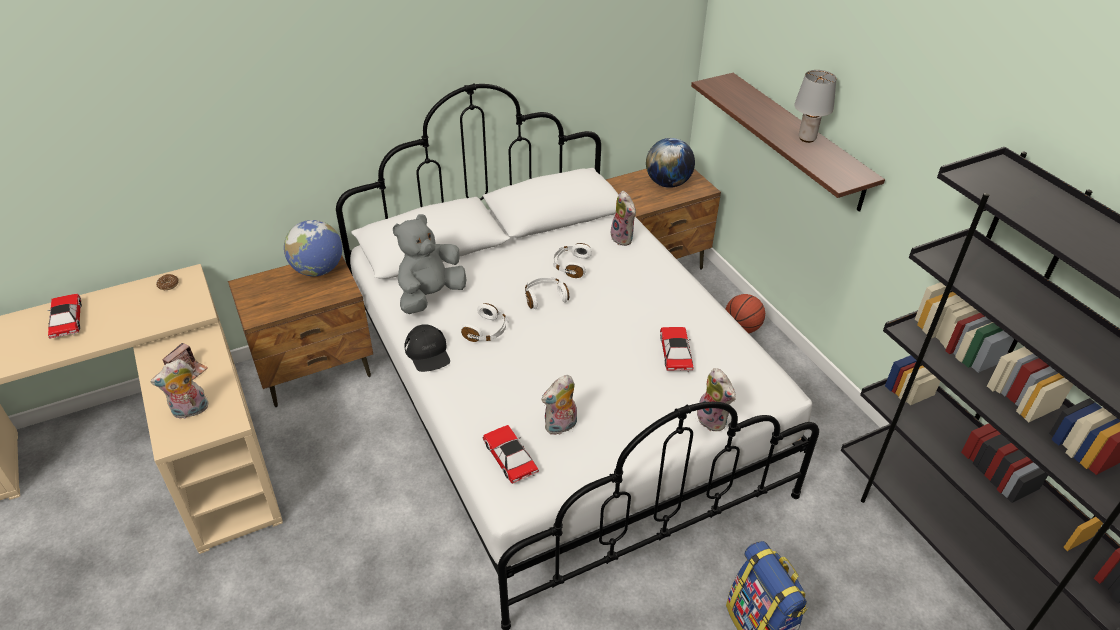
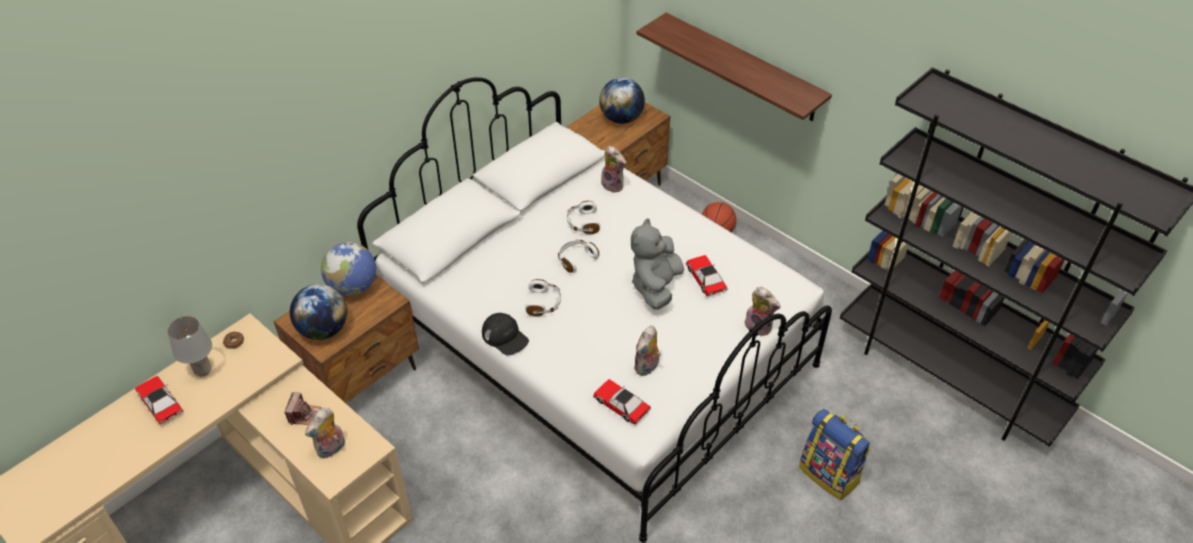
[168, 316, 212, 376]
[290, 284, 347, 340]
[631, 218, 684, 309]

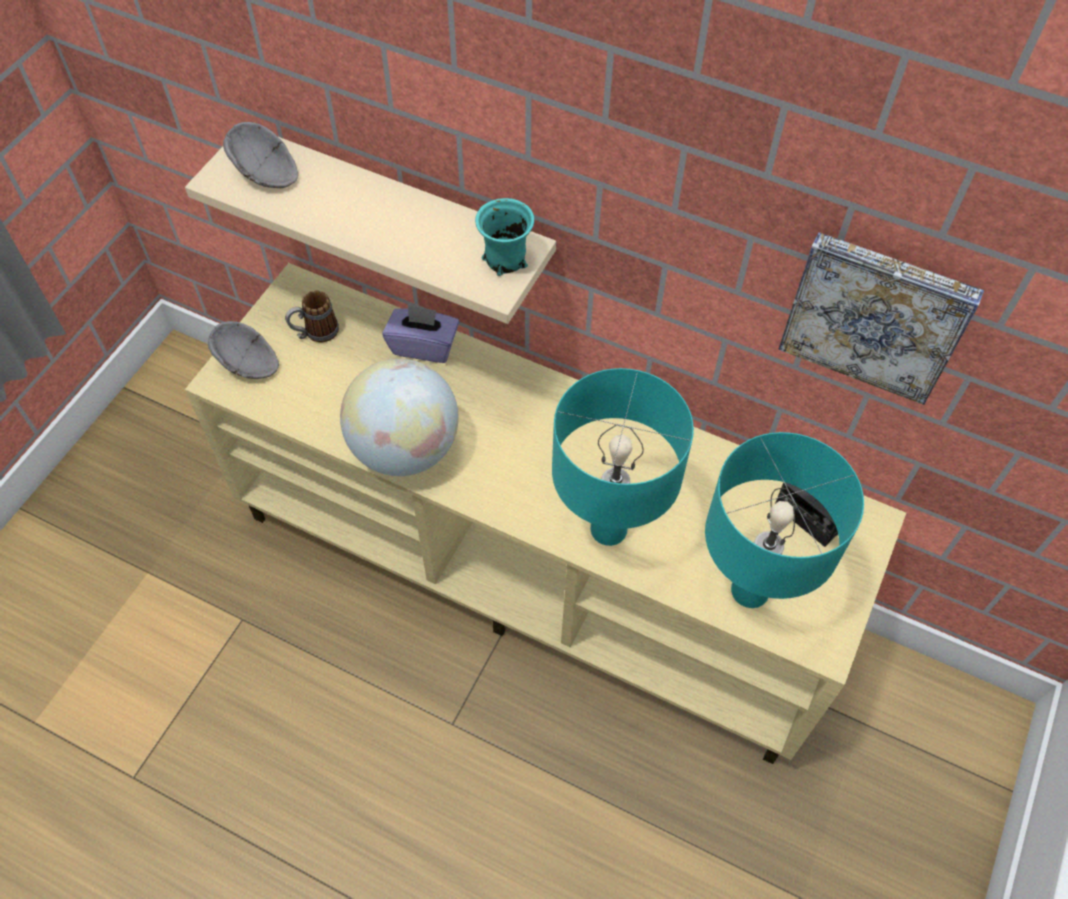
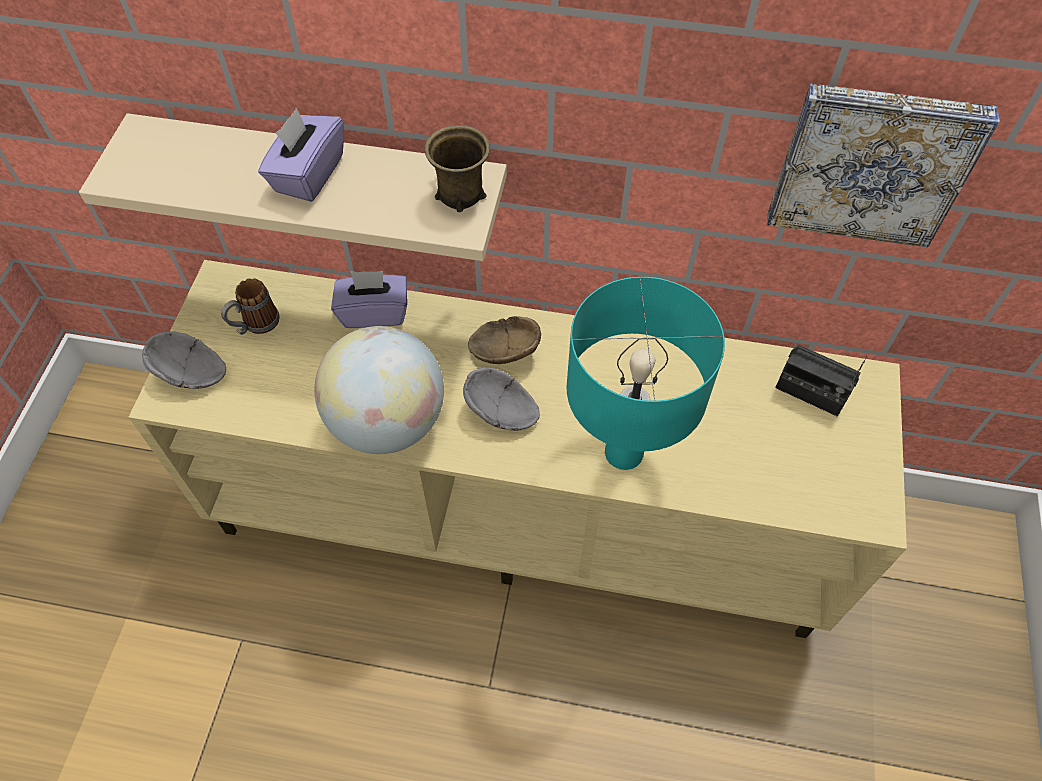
[258, 108, 344, 202]
[425, 125, 490, 212]
[463, 368, 540, 431]
[468, 316, 541, 364]
[705, 432, 864, 608] (first image)

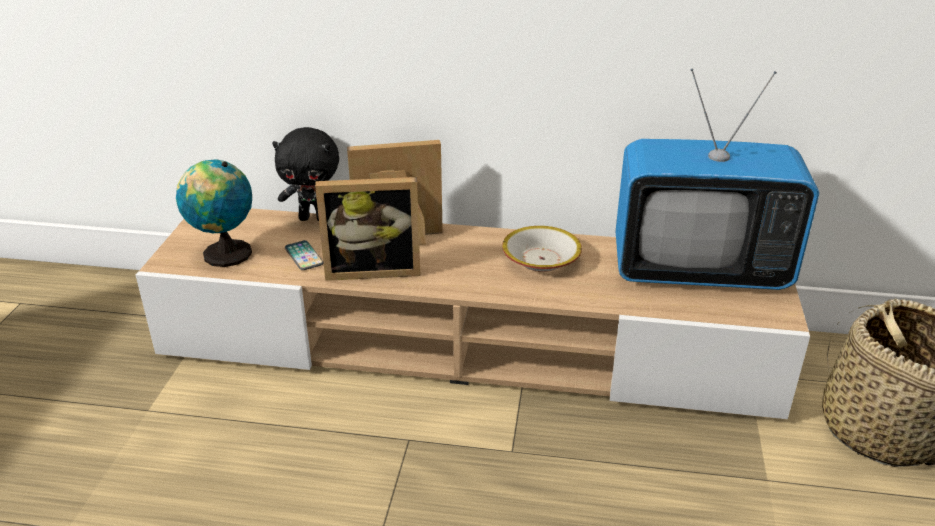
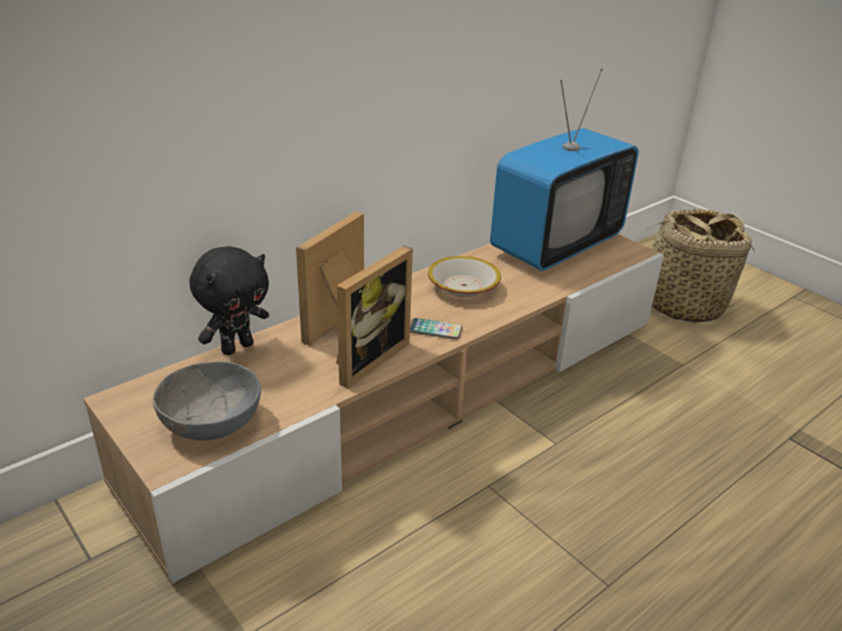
[153, 362, 261, 441]
[410, 318, 463, 339]

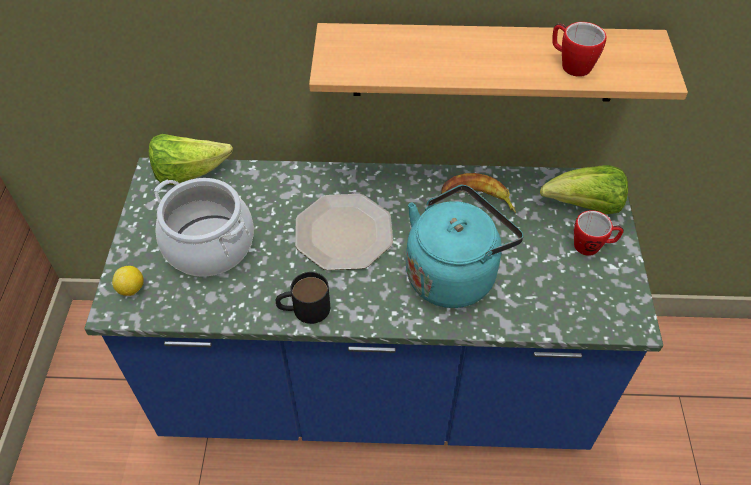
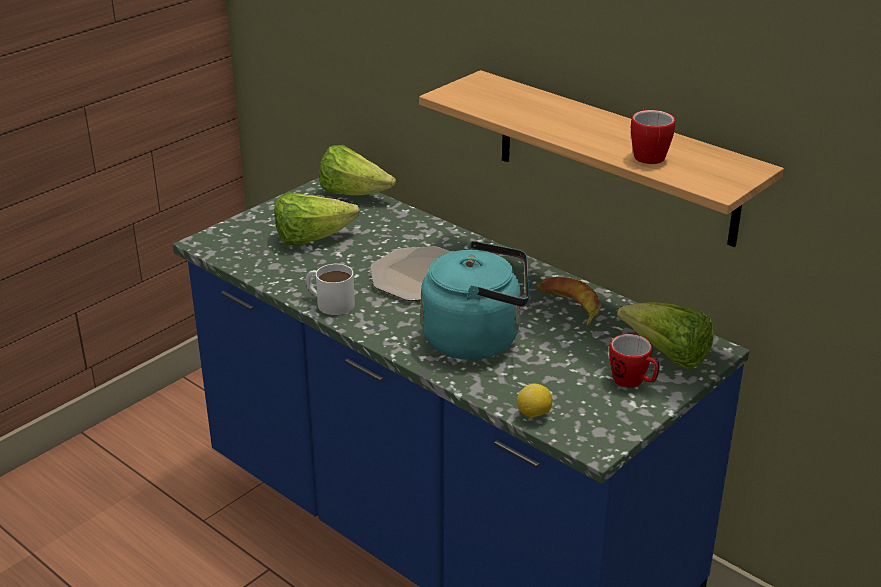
[274, 192, 360, 246]
[306, 264, 355, 315]
[517, 384, 552, 418]

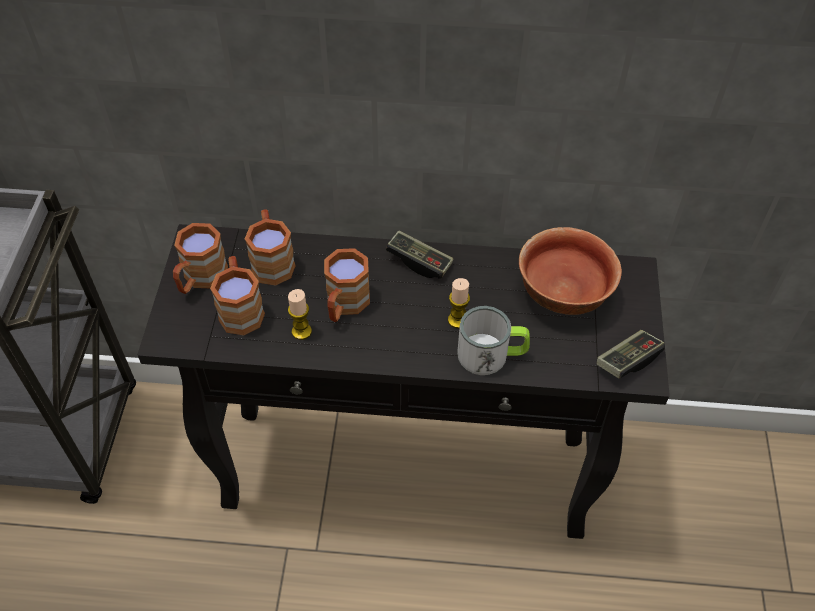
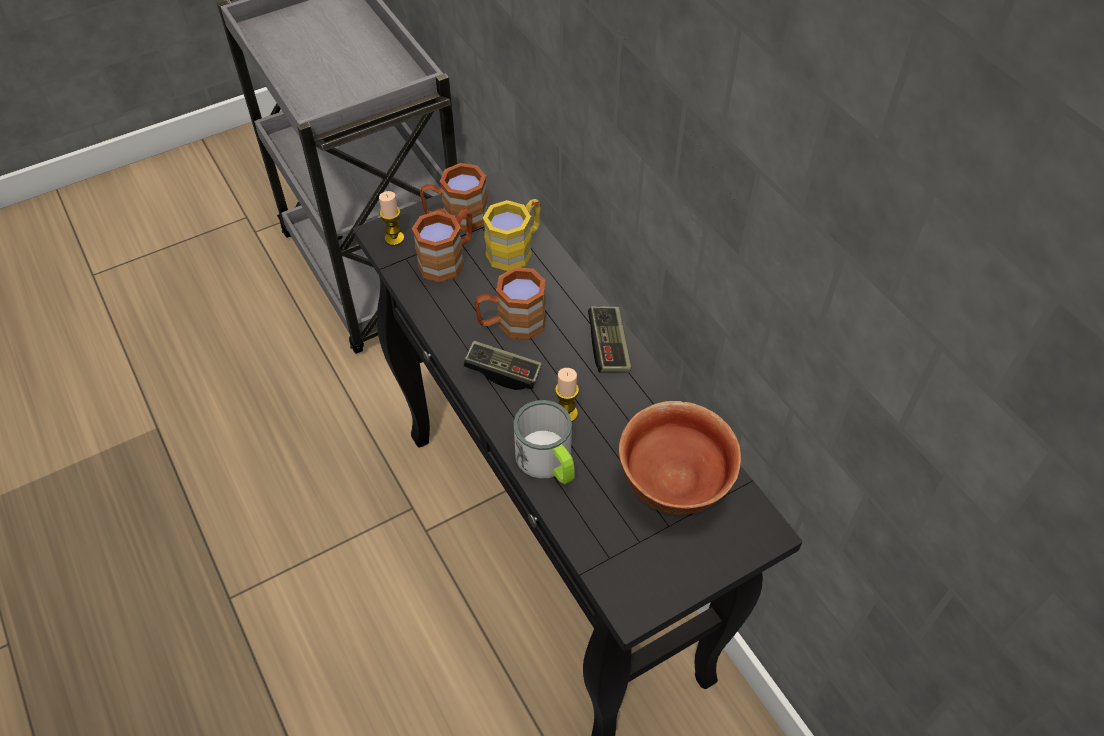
[379, 191, 405, 246]
[463, 341, 542, 390]
[483, 199, 541, 271]

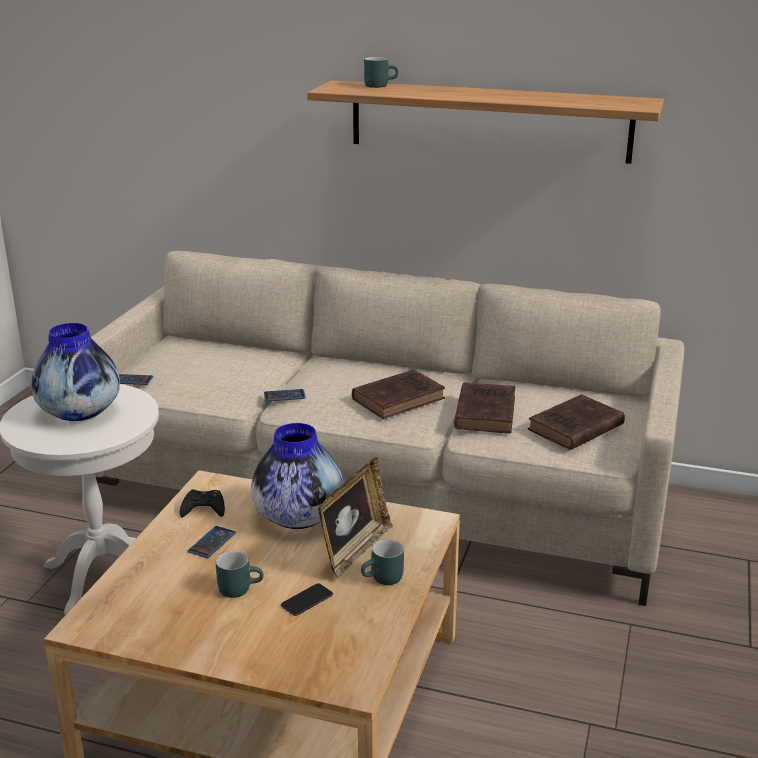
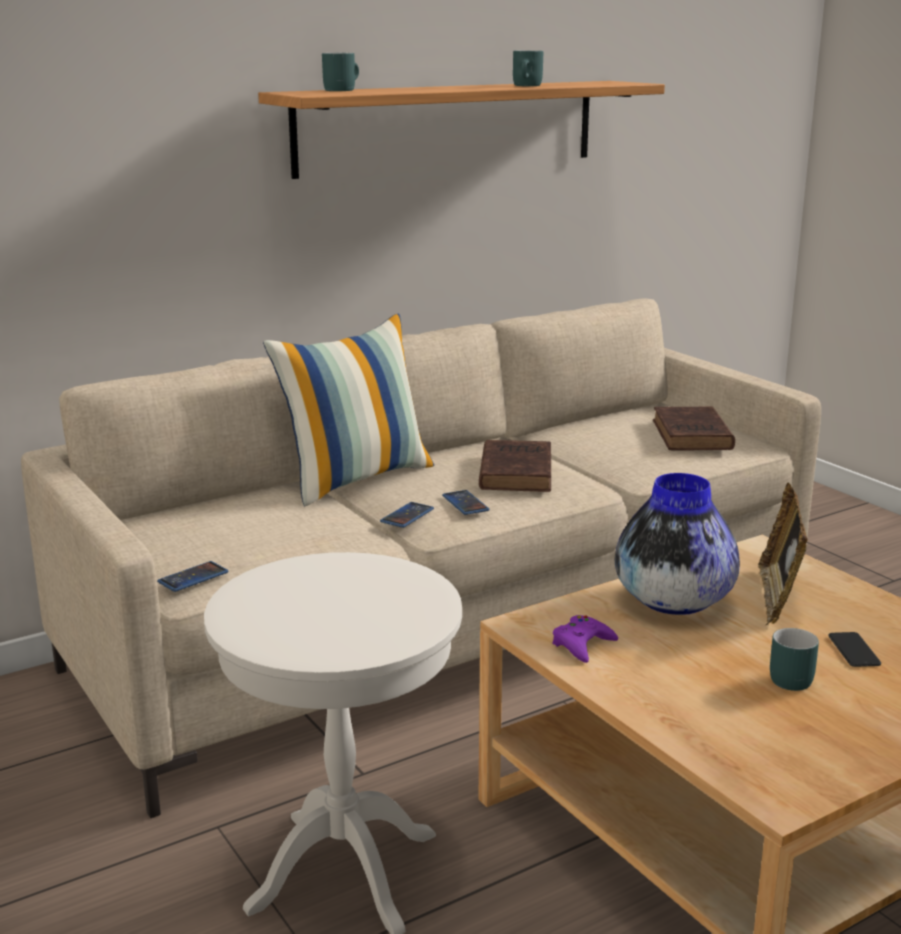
[263, 314, 434, 506]
[442, 490, 490, 515]
[513, 50, 543, 86]
[552, 615, 618, 663]
[758, 483, 808, 625]
[31, 323, 120, 421] (first image)
[454, 382, 515, 433] (first image)

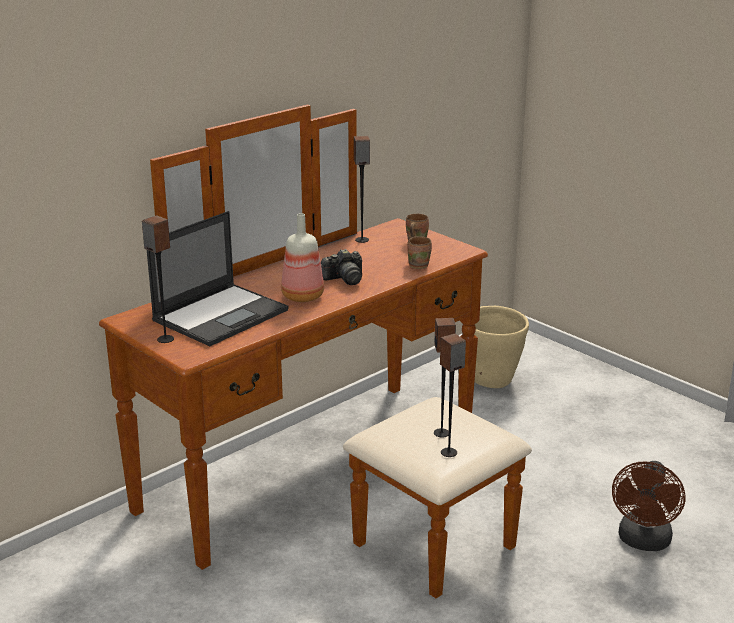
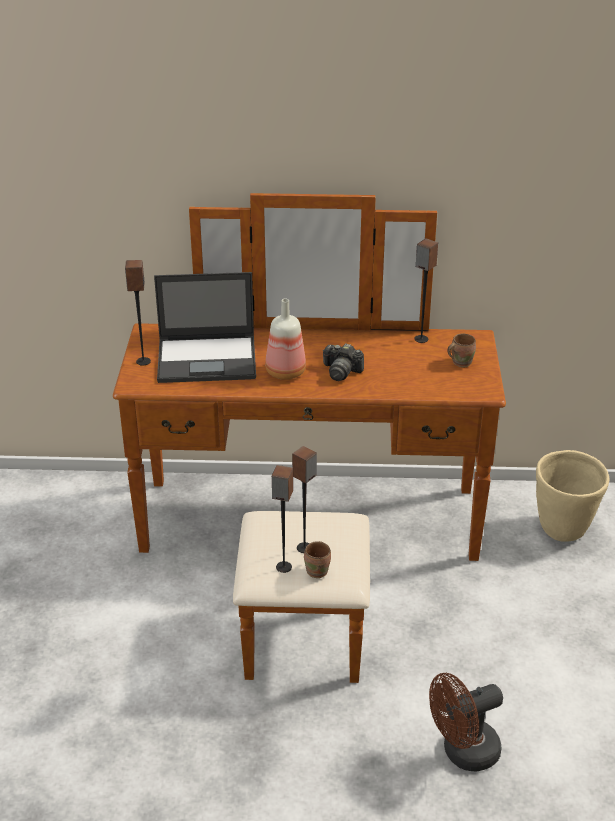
[304, 541, 331, 578]

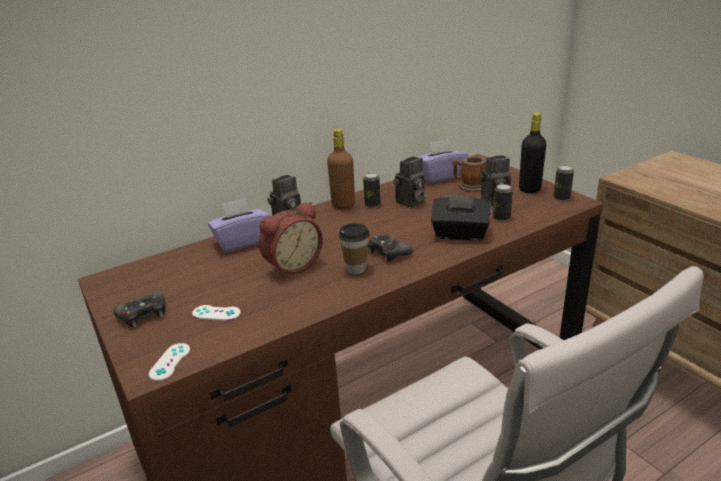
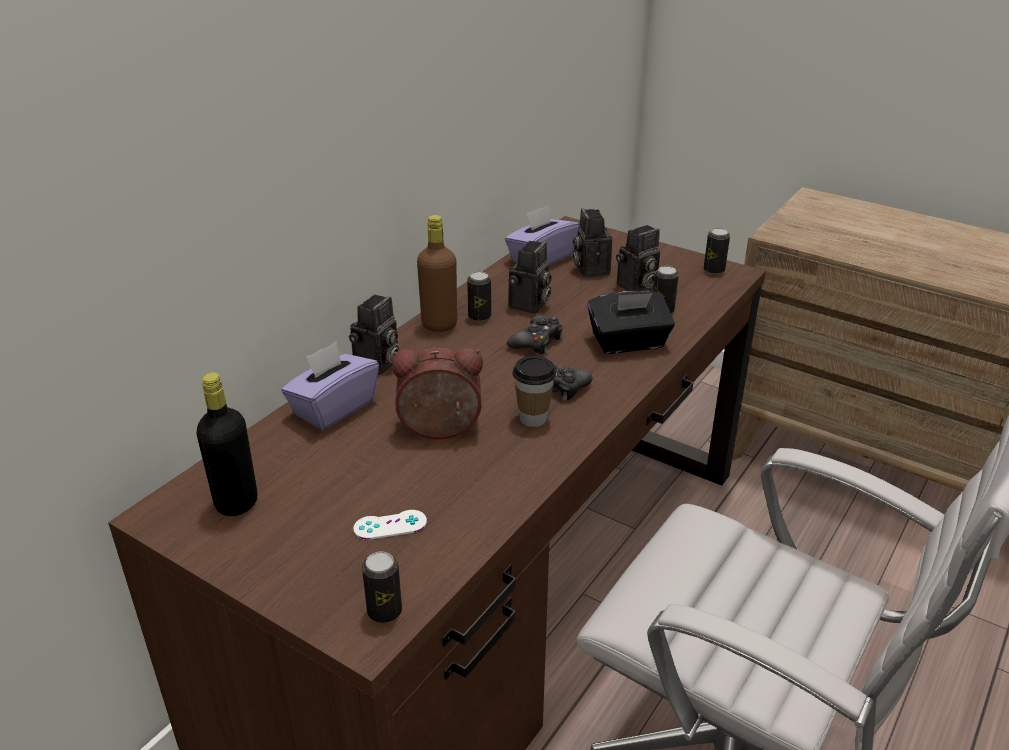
[197, 372, 257, 516]
[362, 552, 402, 623]
[391, 347, 483, 439]
[507, 316, 563, 354]
[572, 208, 612, 277]

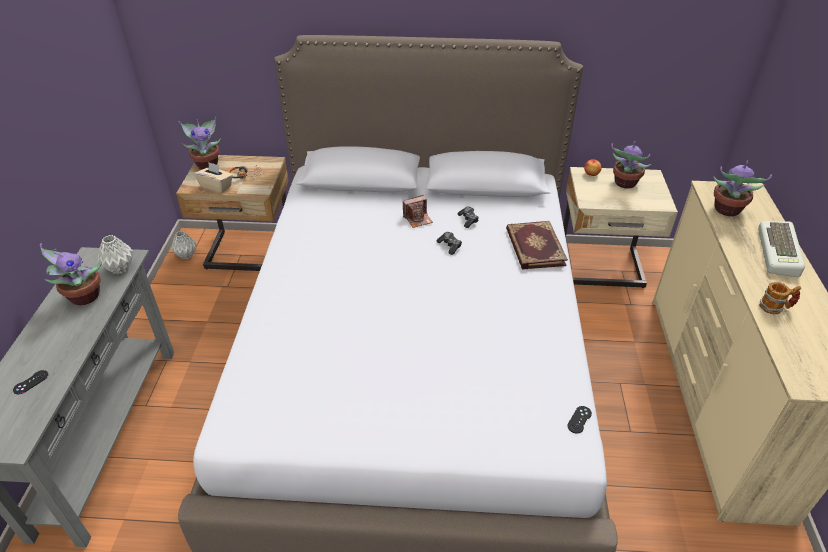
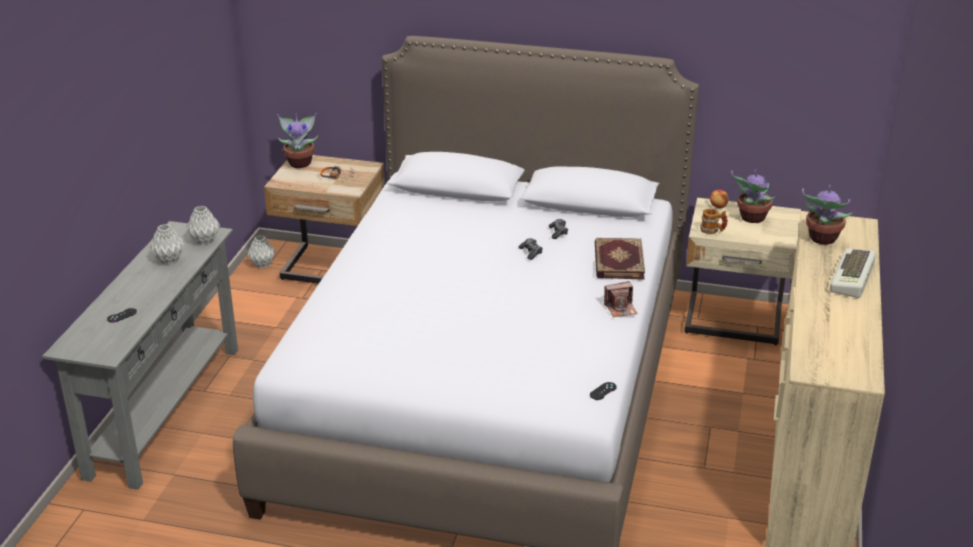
[149, 224, 184, 264]
[604, 281, 638, 317]
[700, 209, 728, 234]
[194, 162, 233, 193] (first image)

